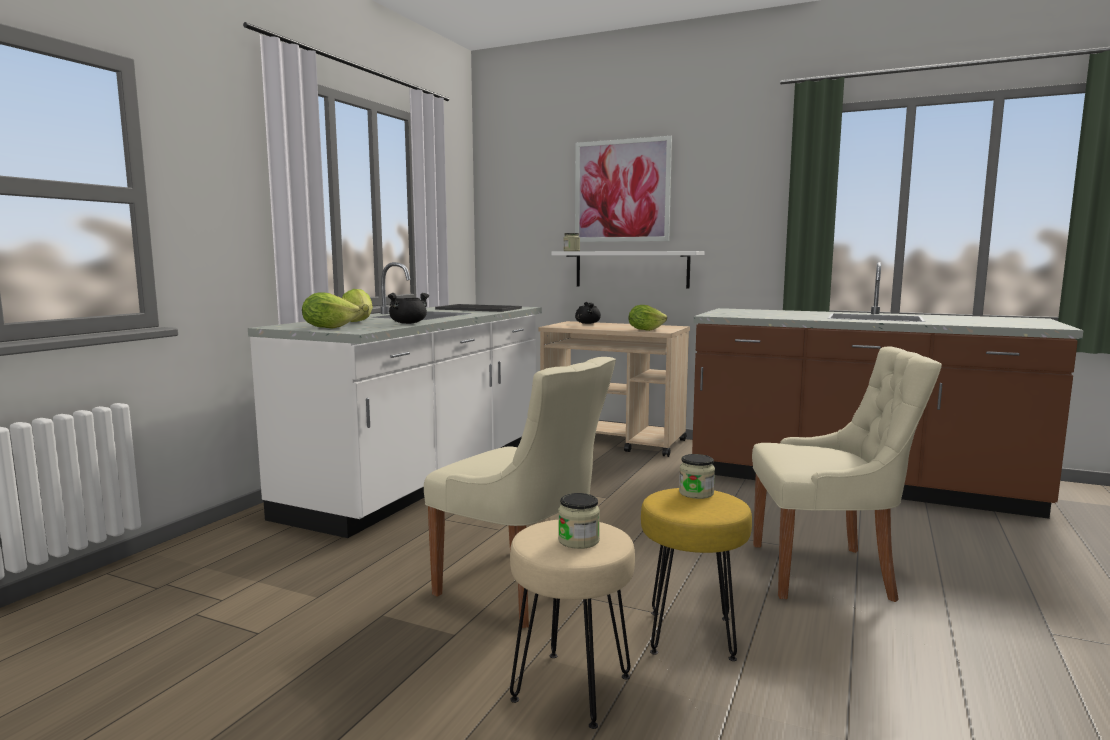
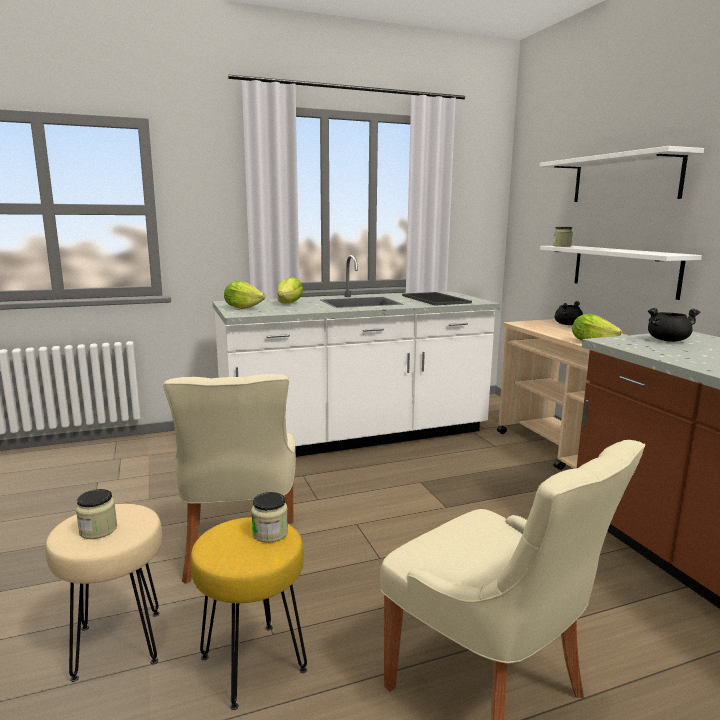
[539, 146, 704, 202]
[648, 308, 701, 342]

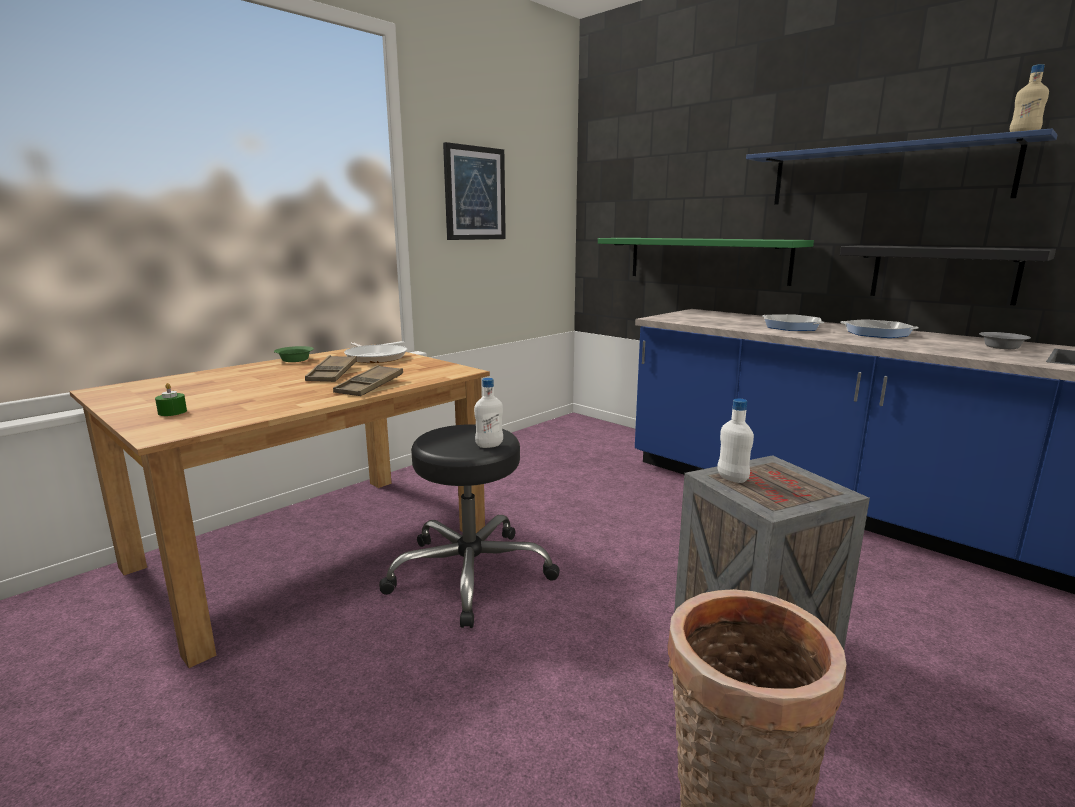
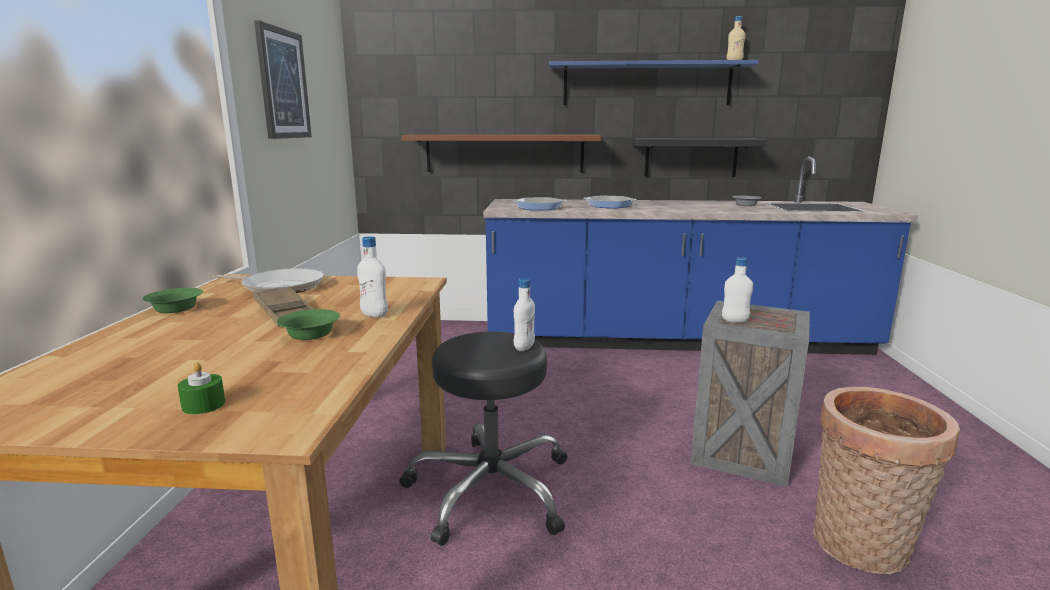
[277, 309, 340, 340]
[357, 236, 388, 318]
[401, 134, 601, 173]
[513, 197, 566, 210]

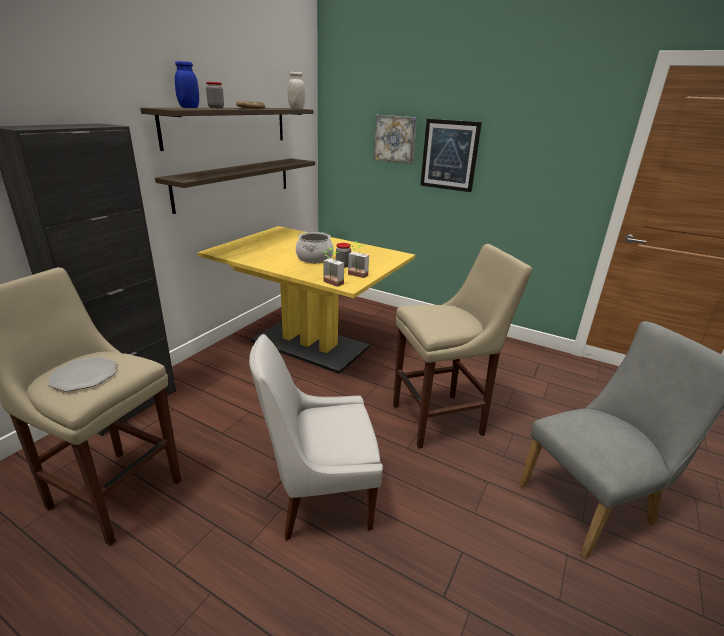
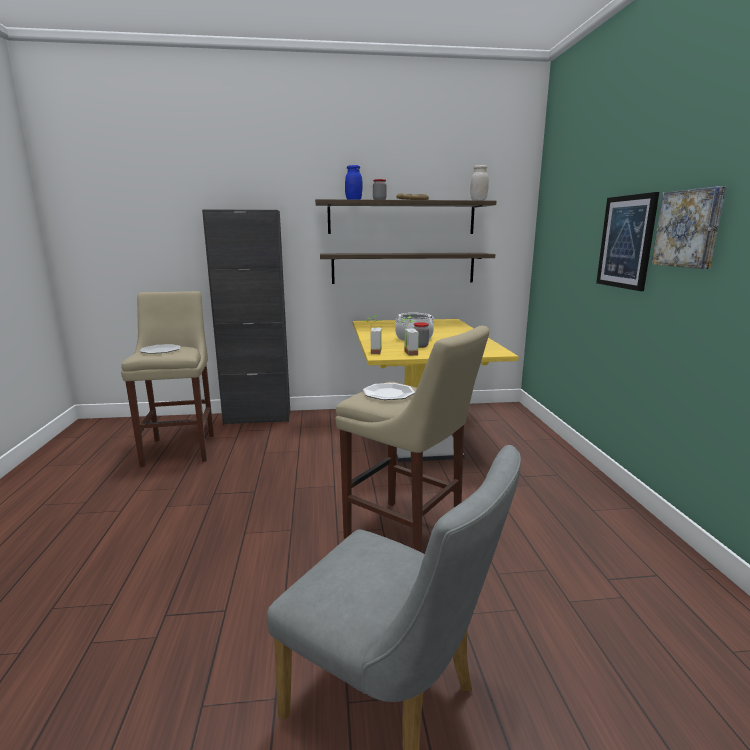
[363, 383, 415, 400]
[651, 186, 726, 269]
[249, 334, 383, 541] (first image)

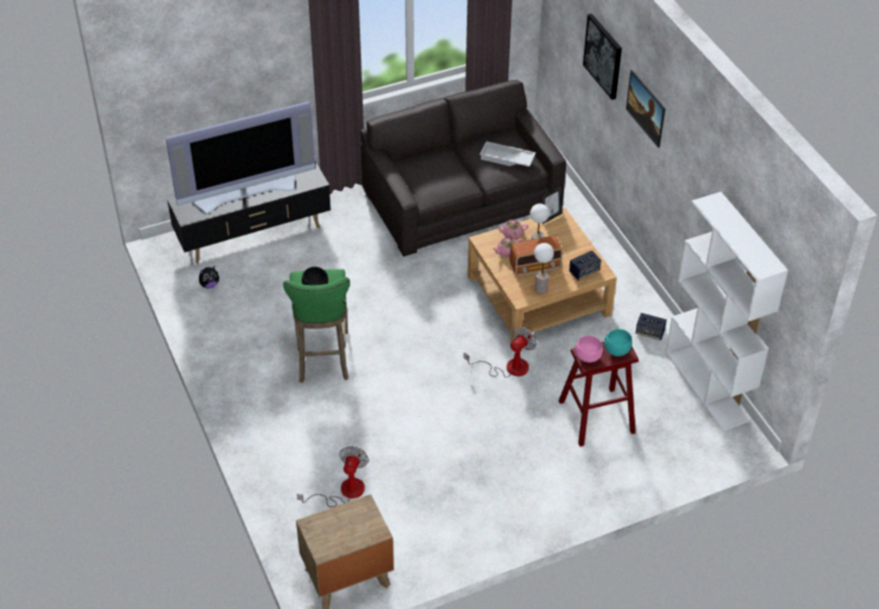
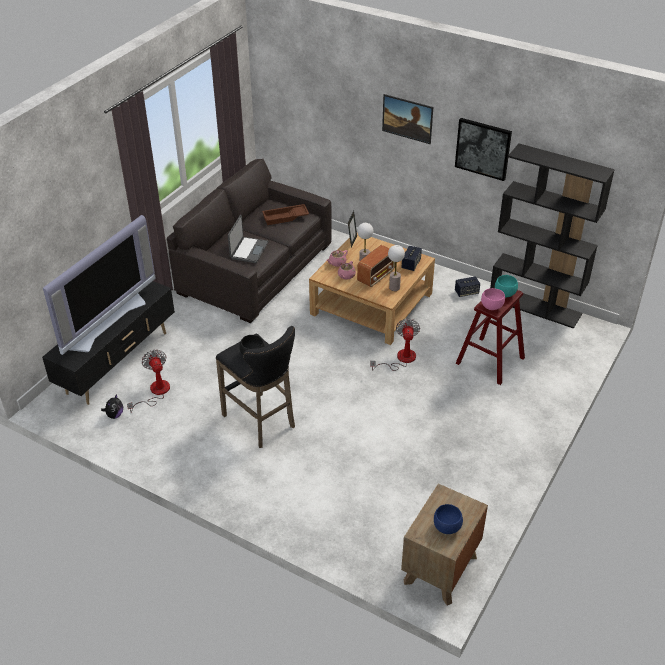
[127, 350, 170, 413]
[216, 326, 295, 448]
[228, 215, 268, 263]
[262, 204, 309, 225]
[434, 504, 463, 534]
[455, 118, 512, 181]
[490, 144, 615, 329]

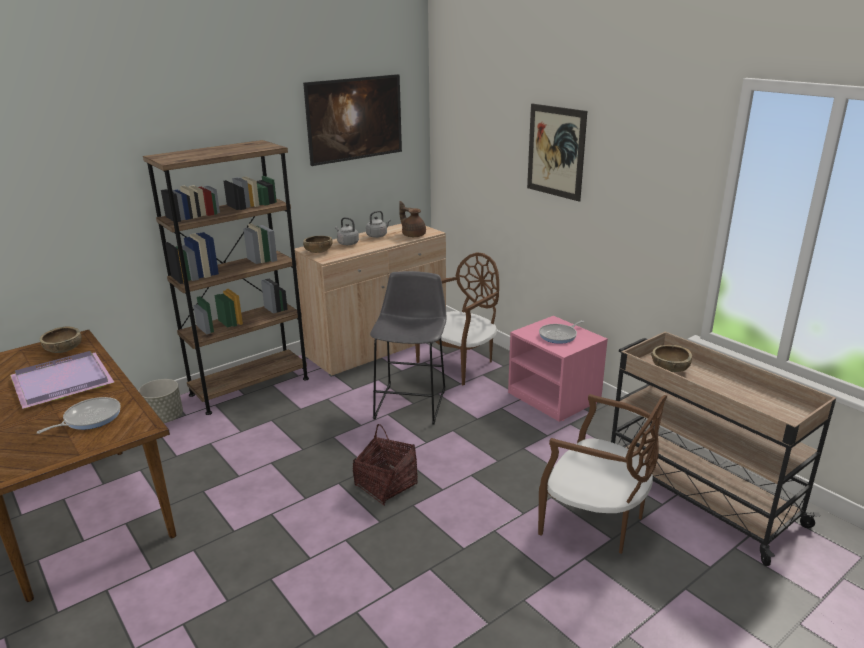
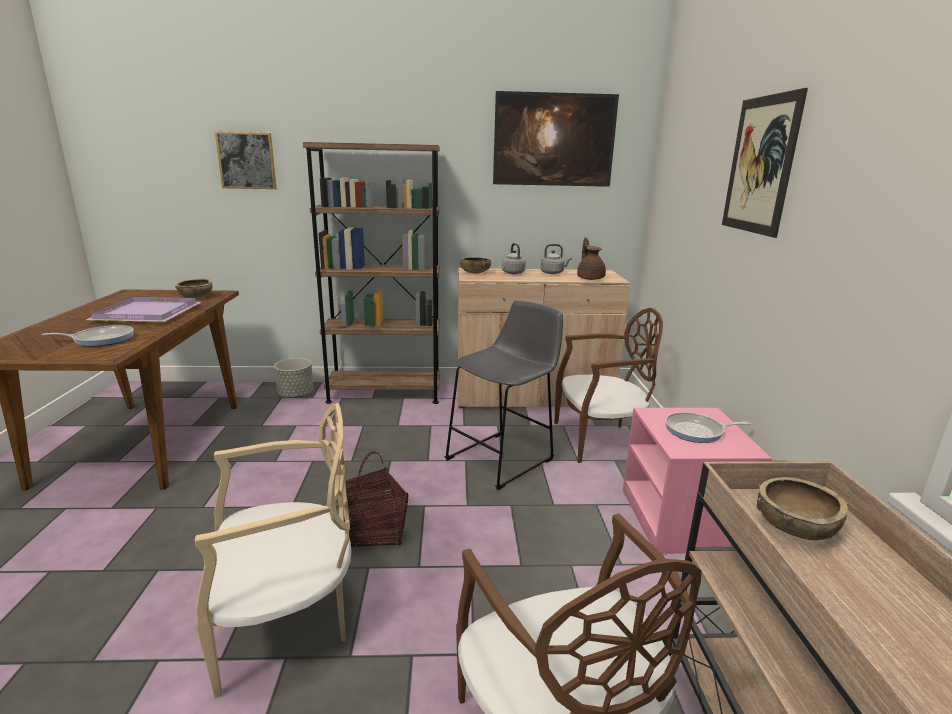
[195, 403, 351, 698]
[215, 132, 277, 189]

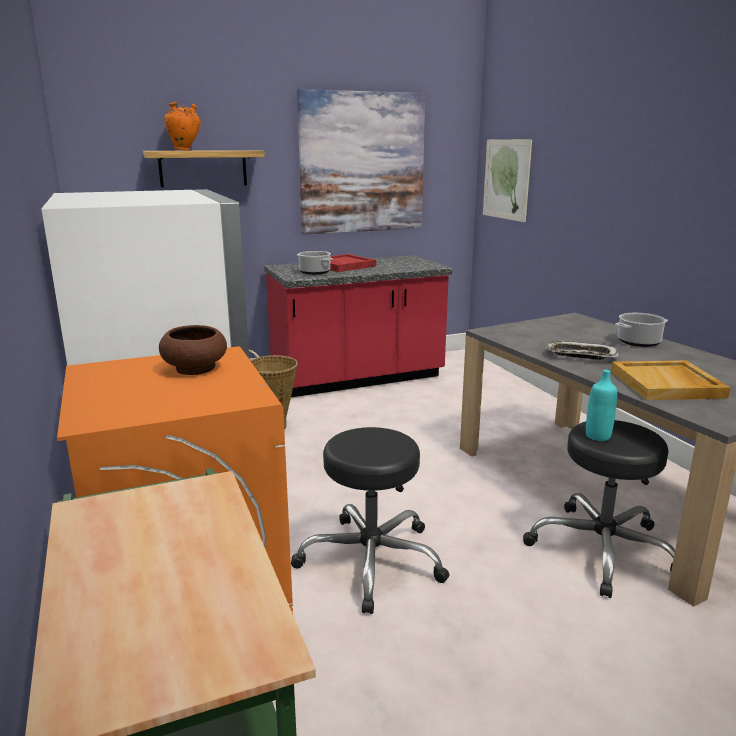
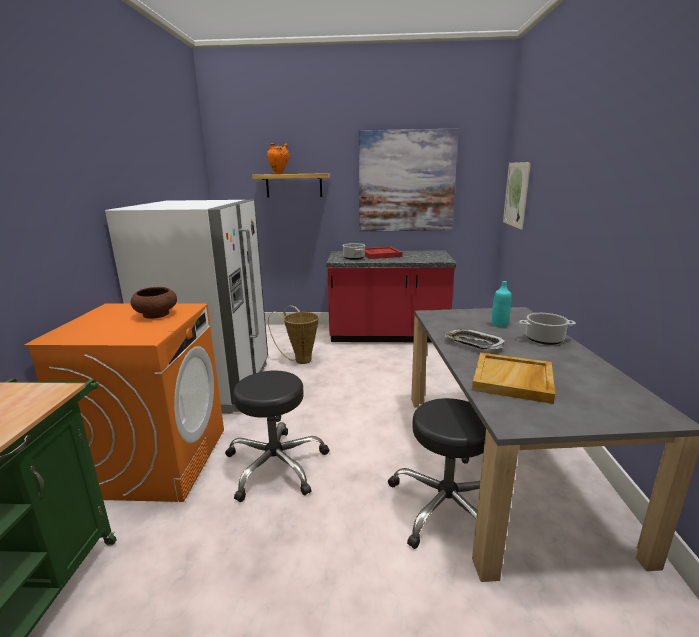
[492, 281, 512, 327]

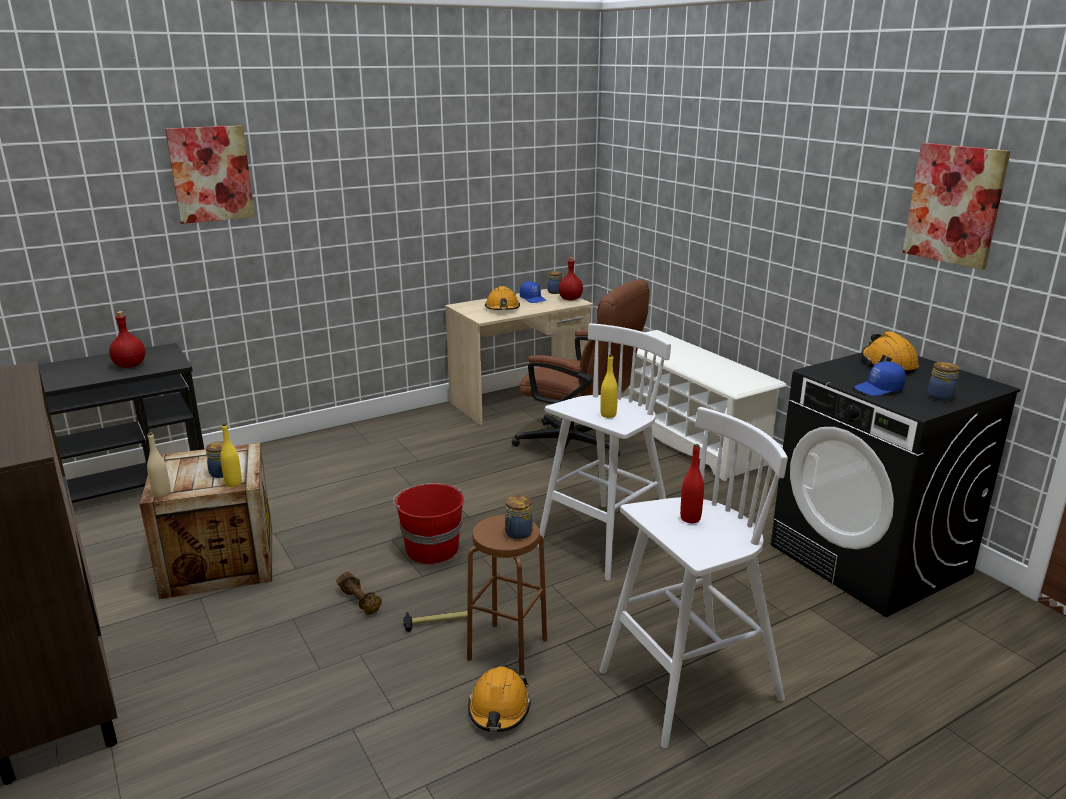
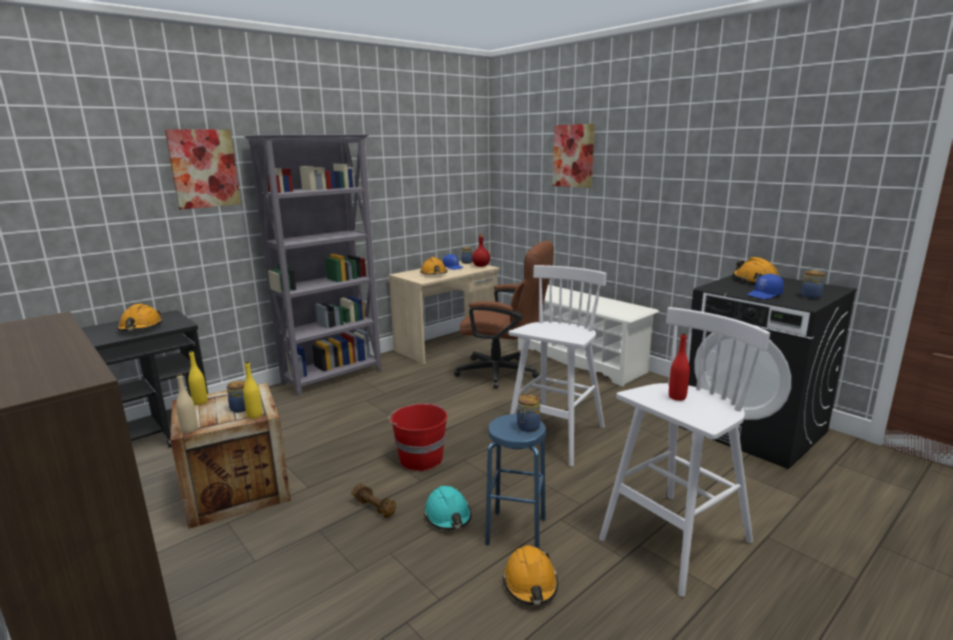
[117, 304, 163, 331]
[188, 351, 208, 405]
[244, 134, 382, 396]
[424, 486, 471, 530]
[485, 414, 546, 549]
[553, 124, 595, 188]

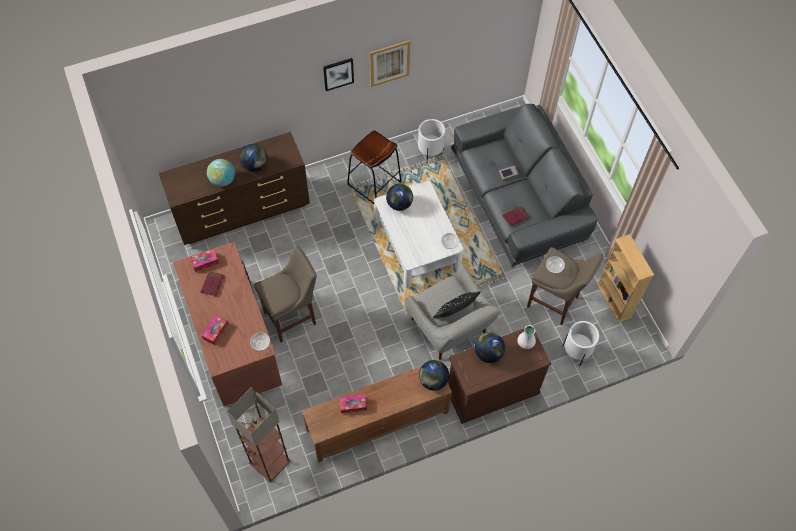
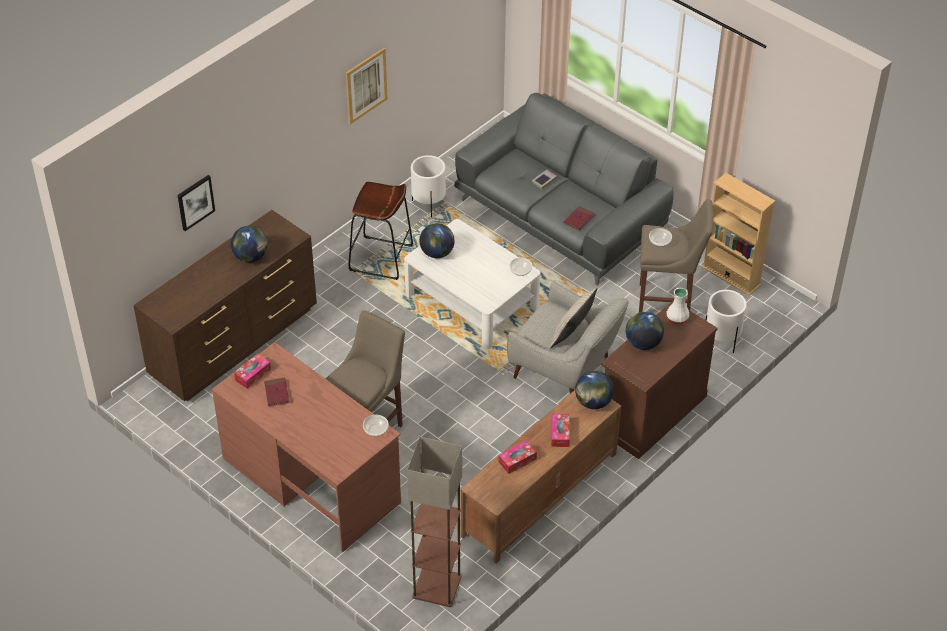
[177, 175, 215, 231]
[549, 288, 597, 349]
[551, 413, 570, 447]
[207, 159, 235, 187] (first image)

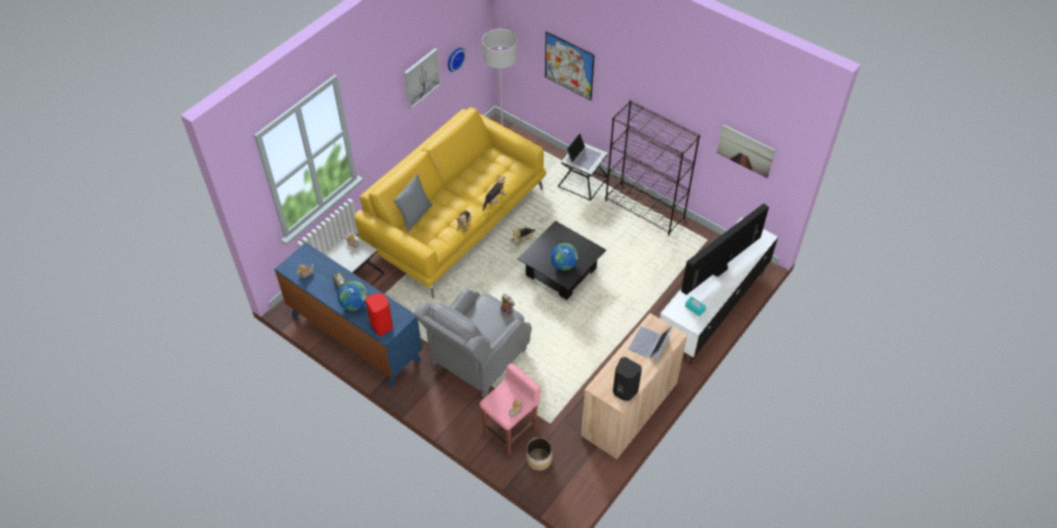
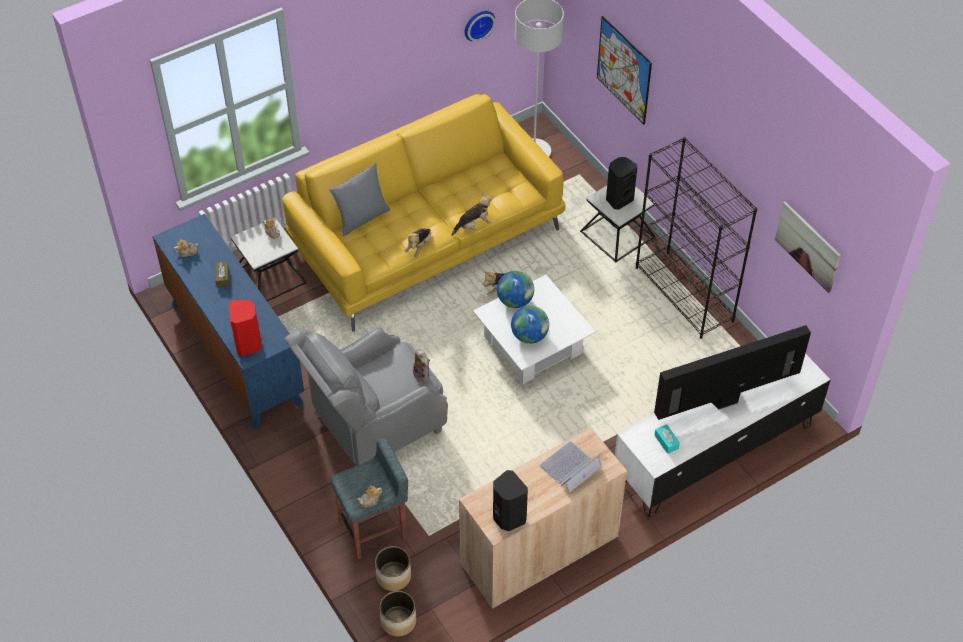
[331, 438, 408, 560]
[379, 591, 416, 637]
[473, 275, 596, 384]
[497, 271, 534, 308]
[606, 157, 637, 210]
[404, 48, 441, 109] (first image)

